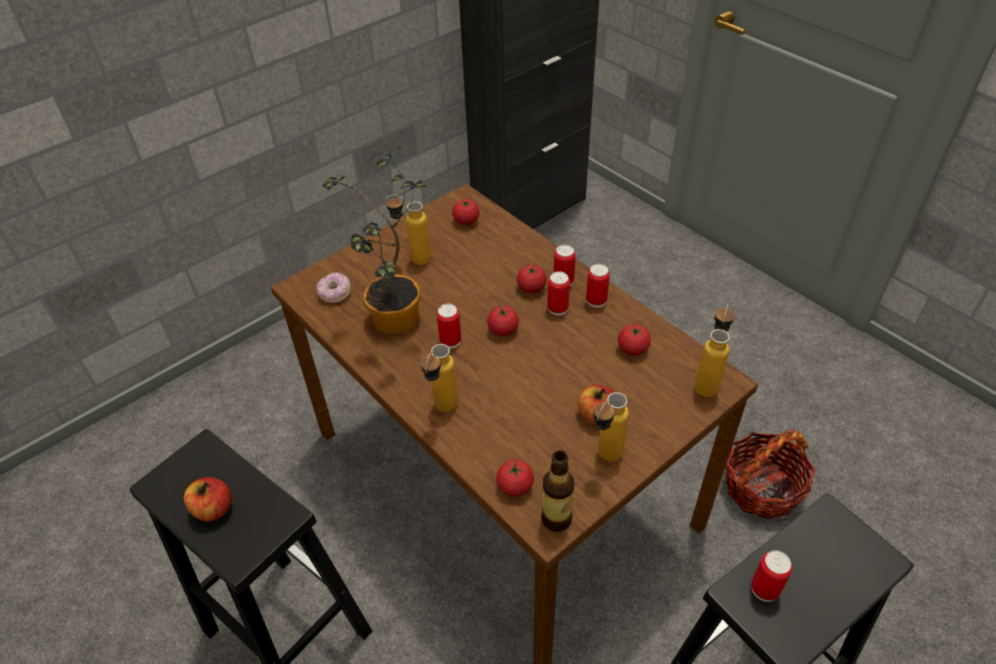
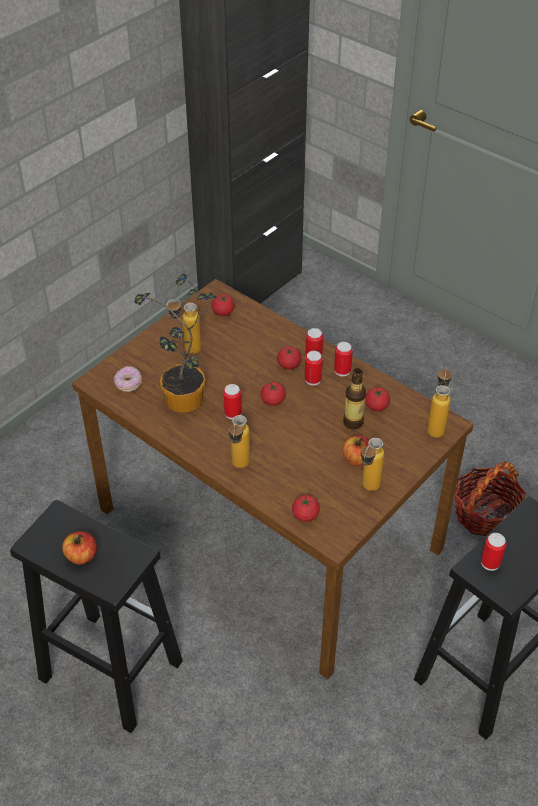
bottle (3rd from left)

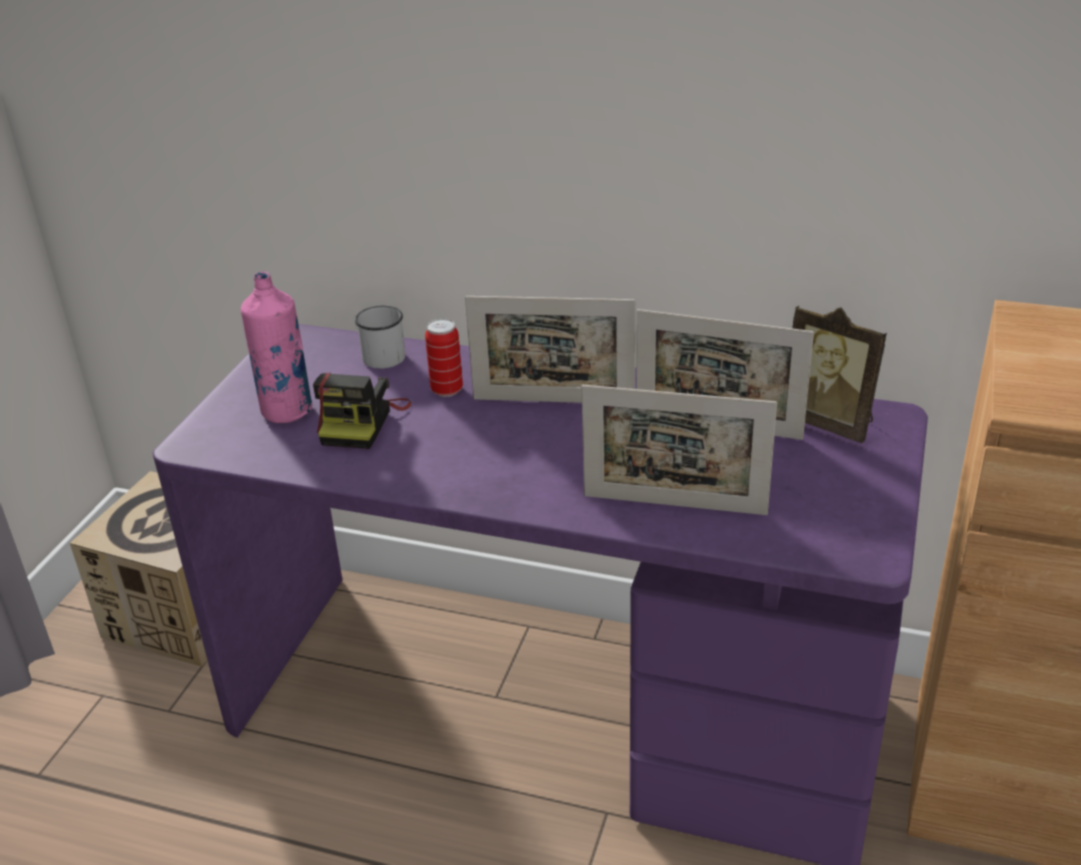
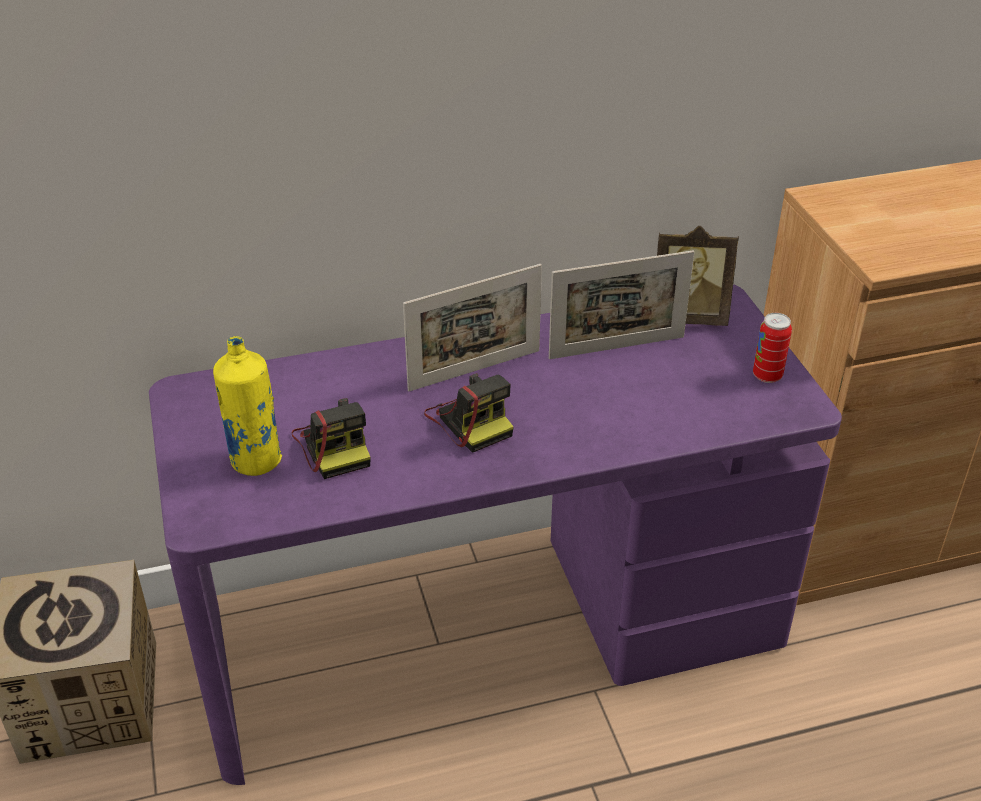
yellow bottle
photo camera (2nd from left)
can
white mug
picture frame (2nd from left in the first image)

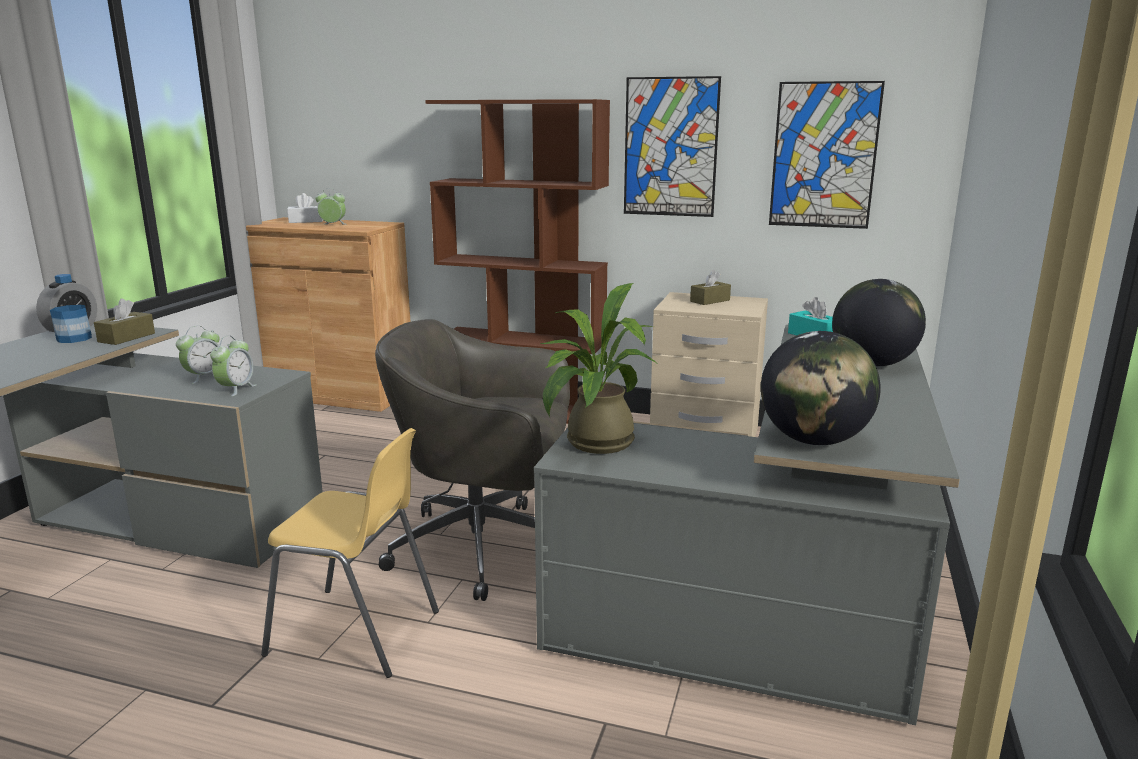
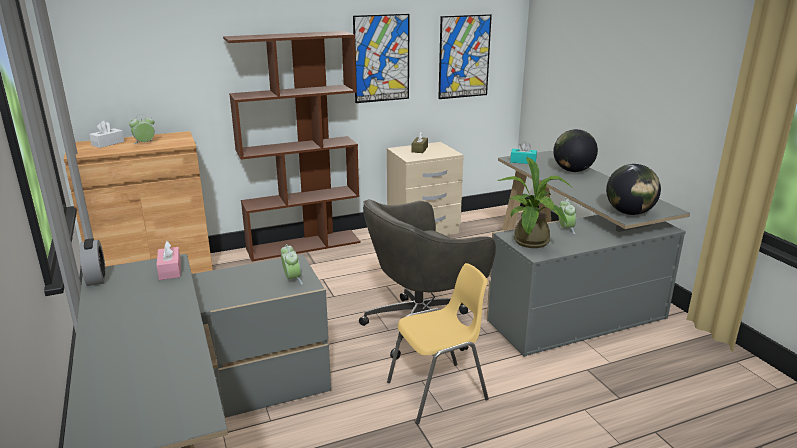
pink tissue box
alarm clock (4th from left)
bottle

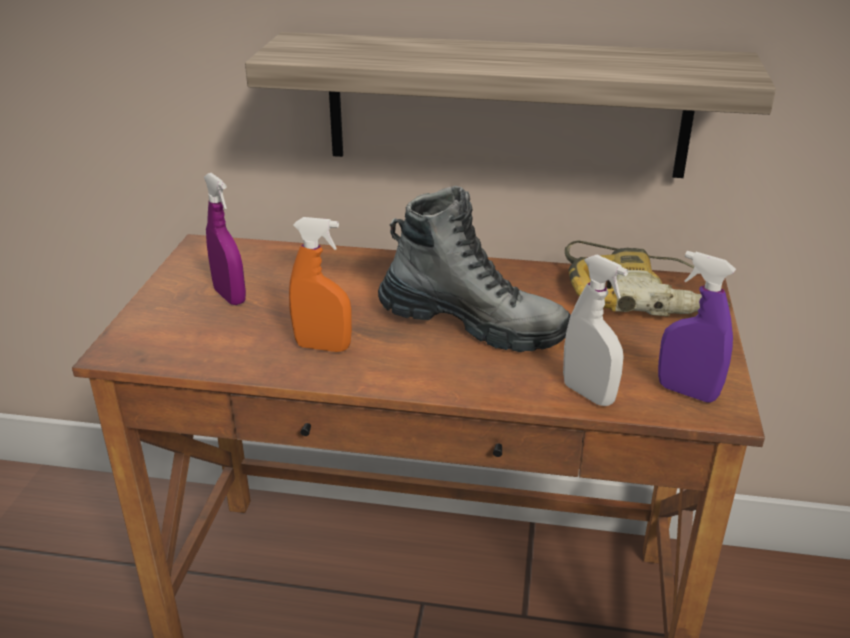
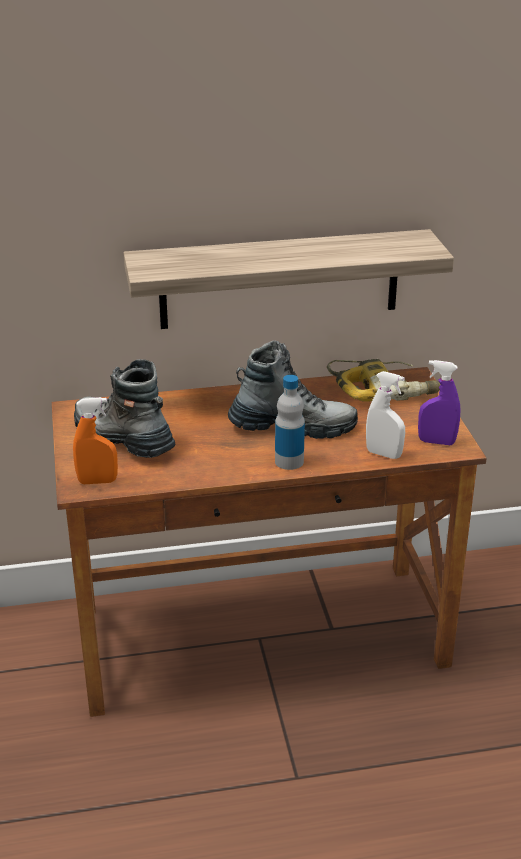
orange spray bottle
boot (1st from left)
bottle

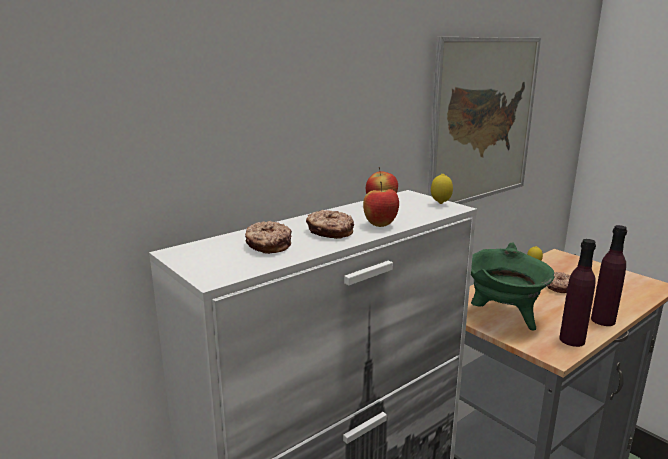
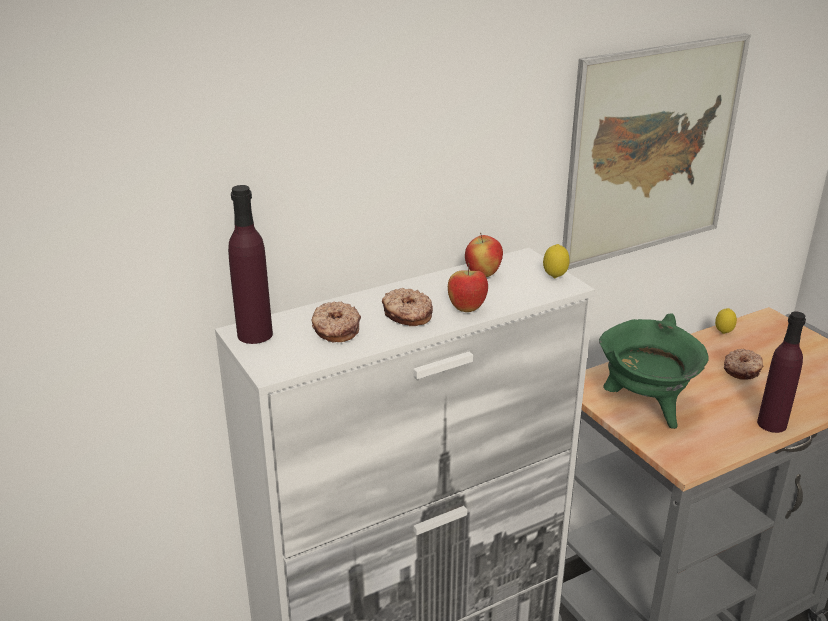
purple bottle (1st from left)

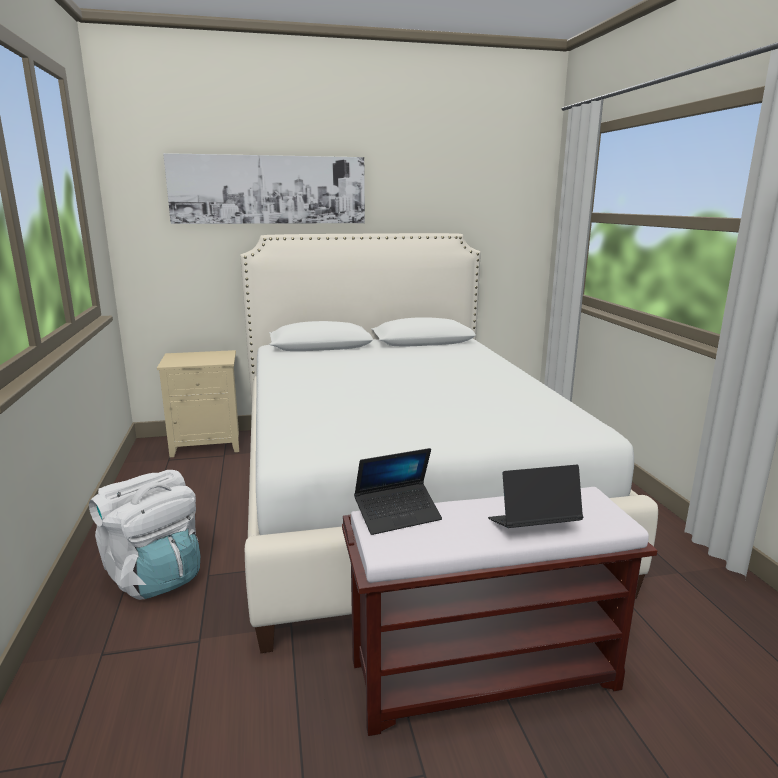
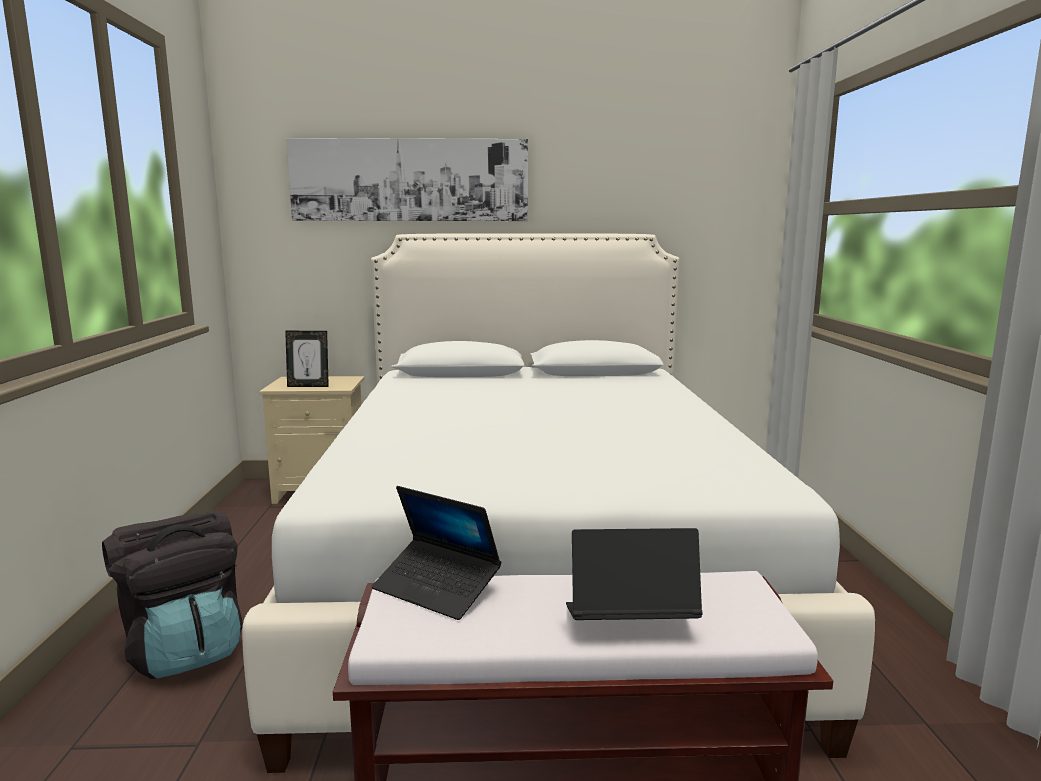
black backpack
picture frame
laptop (1st from left)

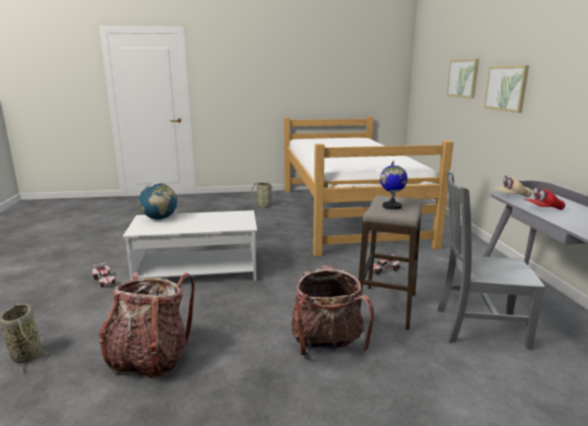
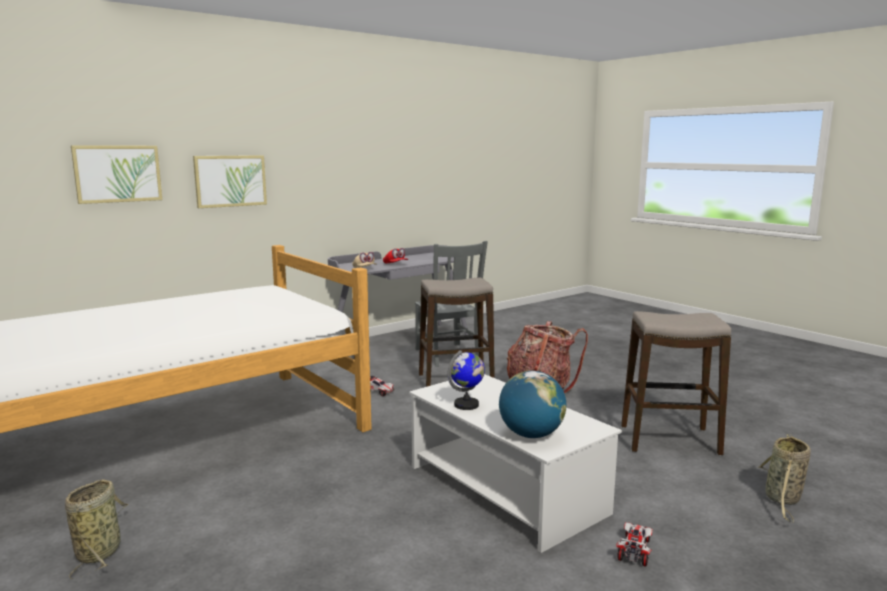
globe (1st from left)
stool (2nd from left)

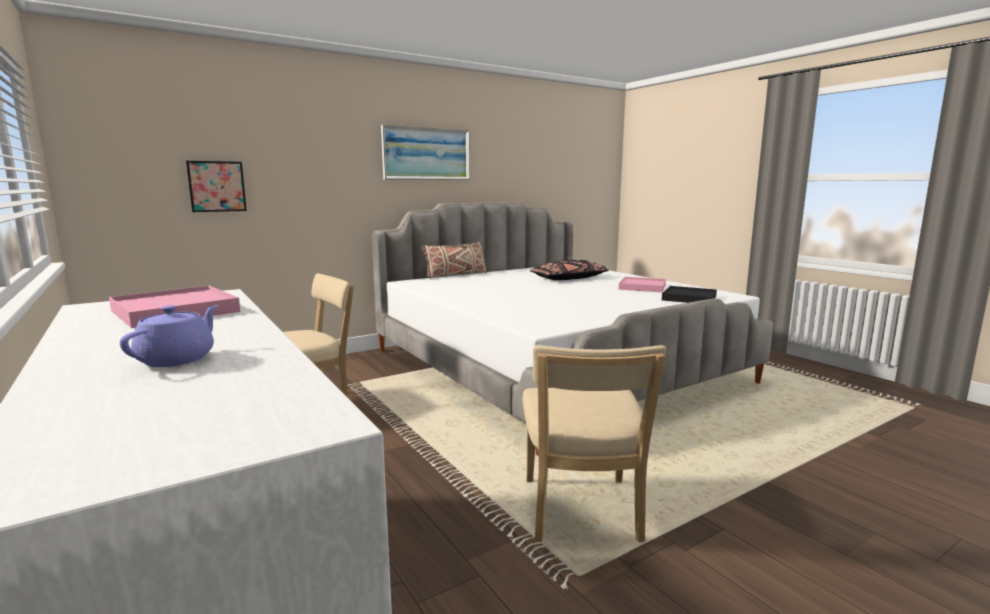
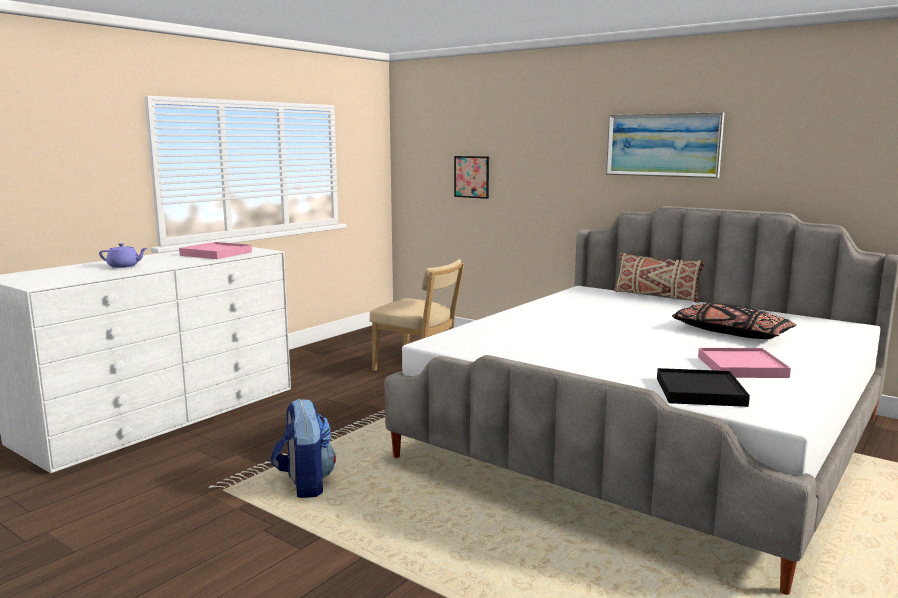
backpack

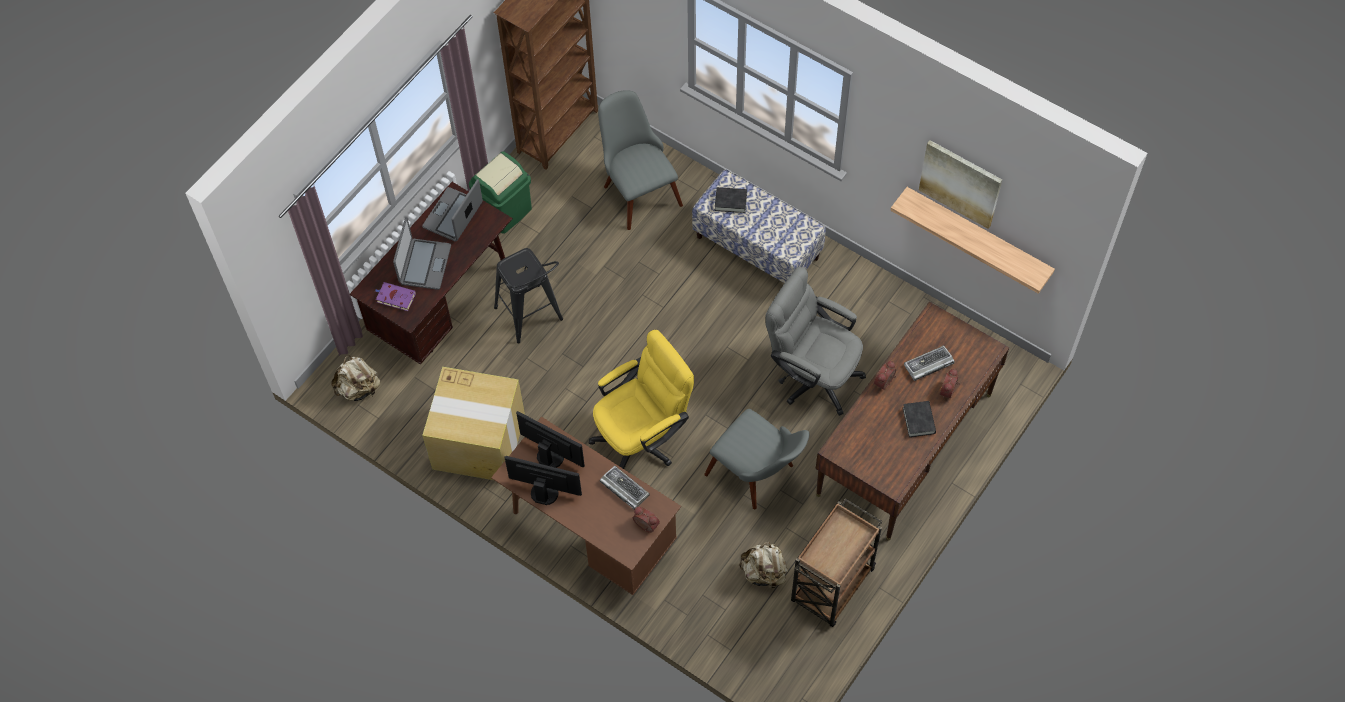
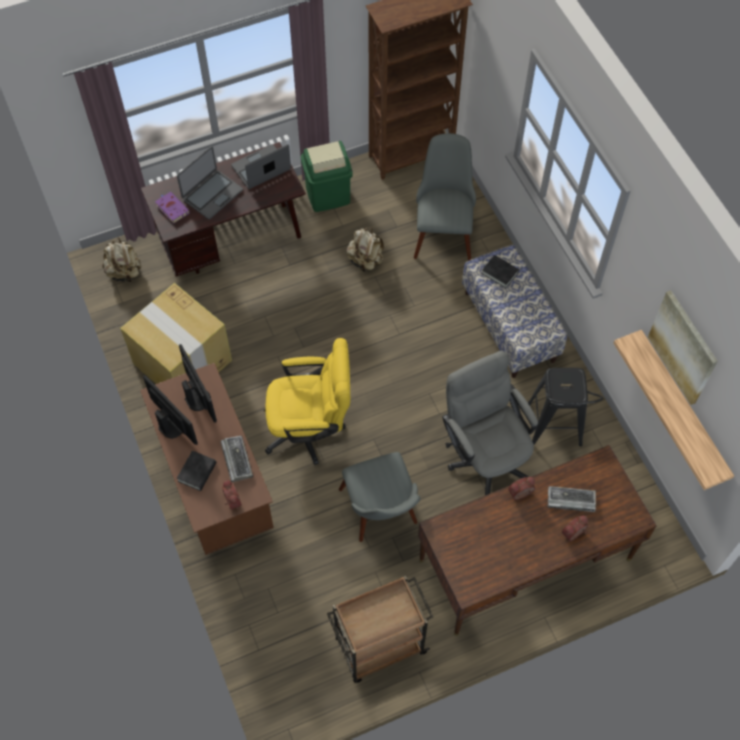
black book (1st from left)
beige backpack (2nd from left)
black stool

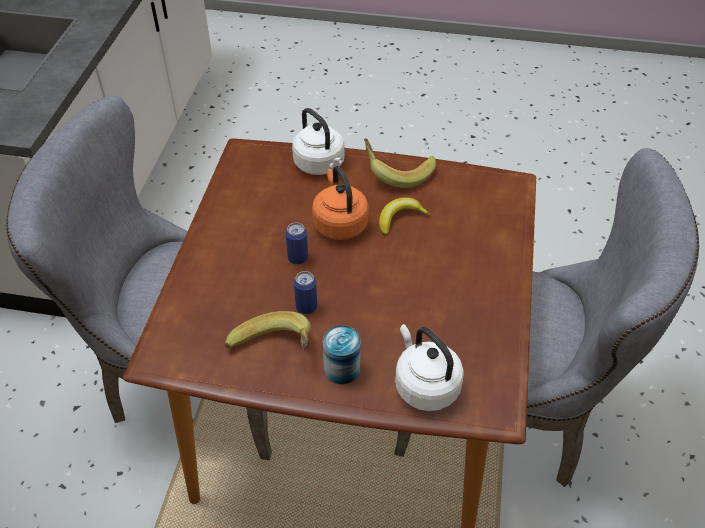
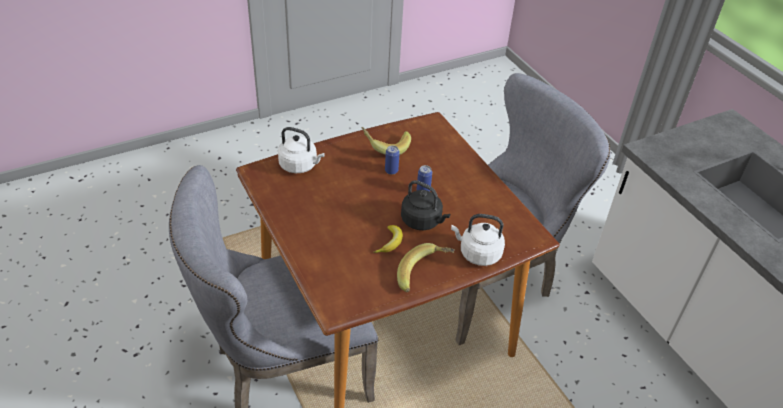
black kettle
can (3rd from left in the first image)

